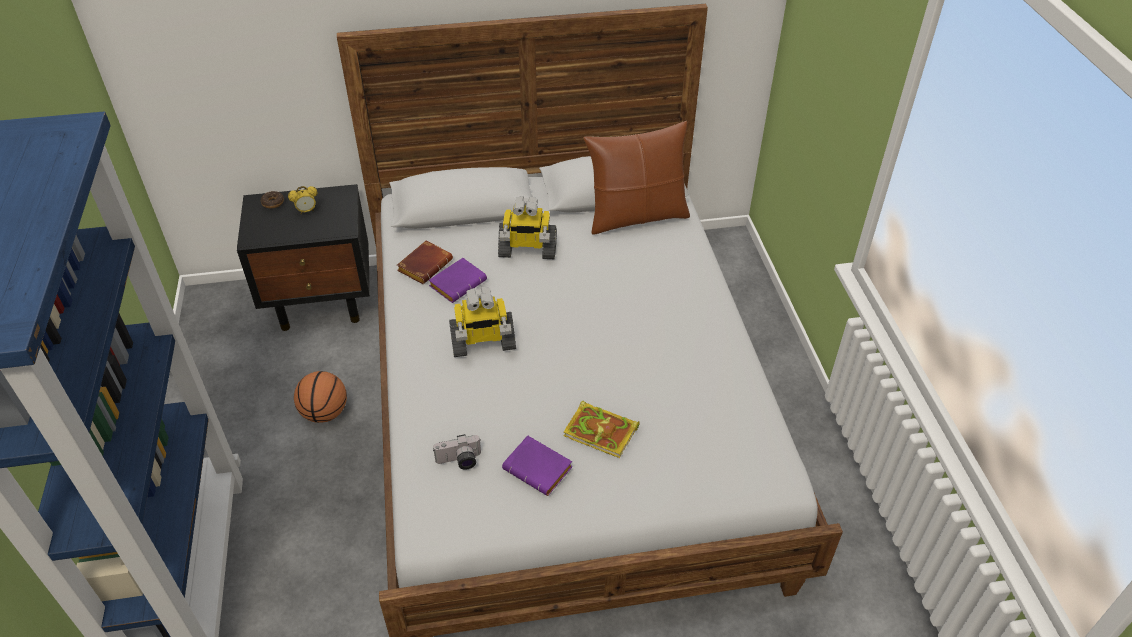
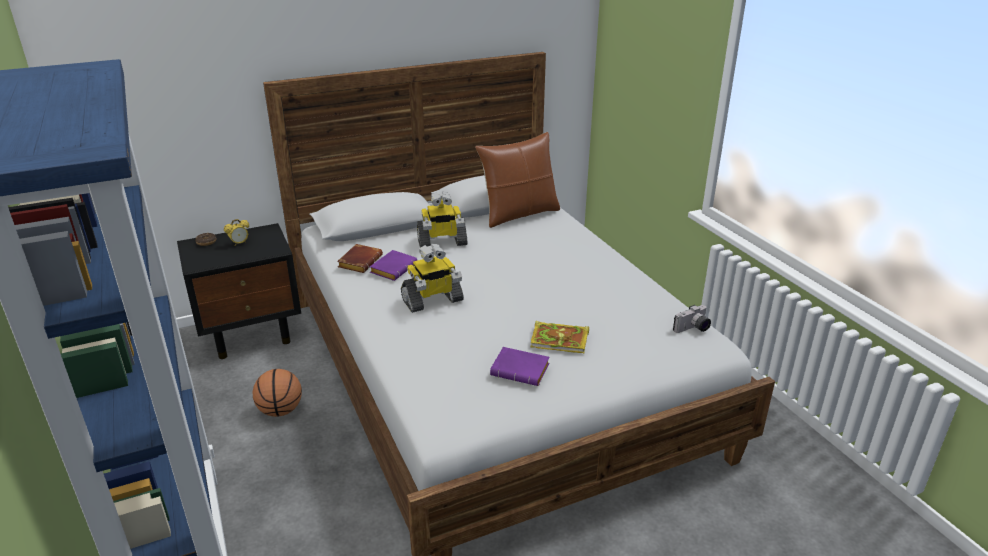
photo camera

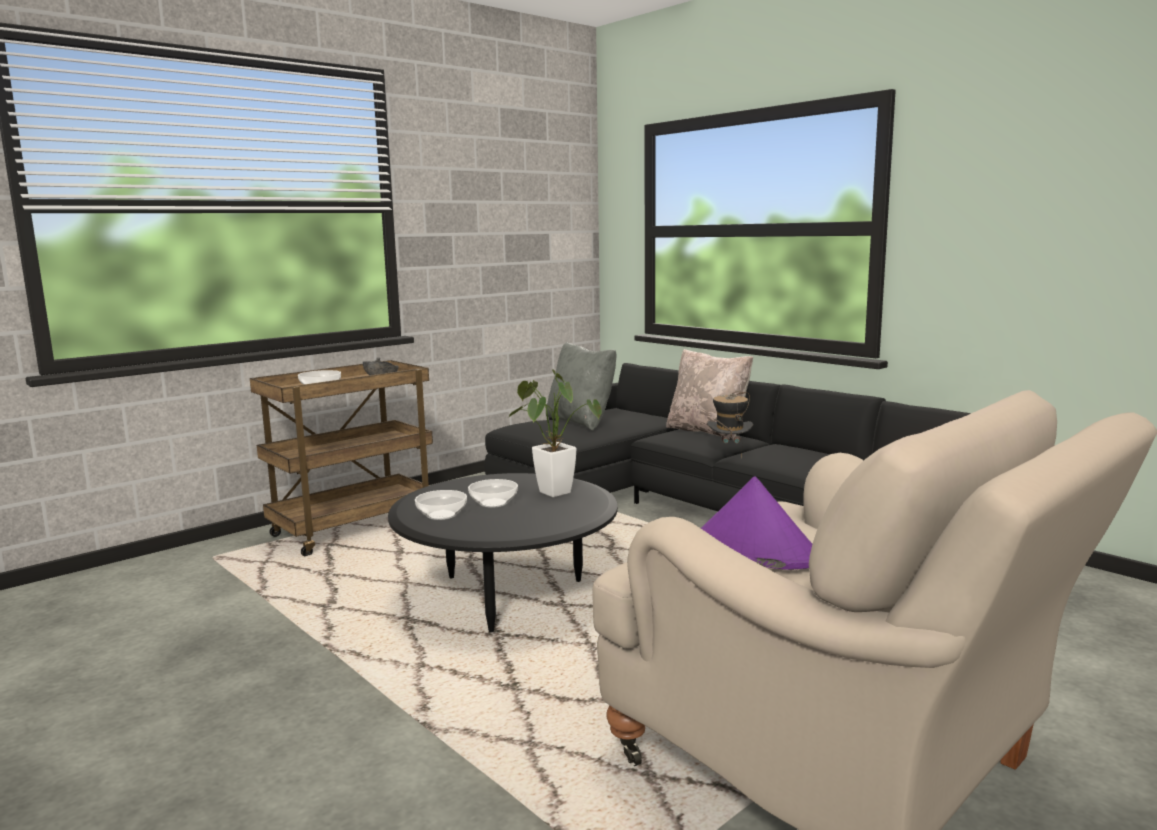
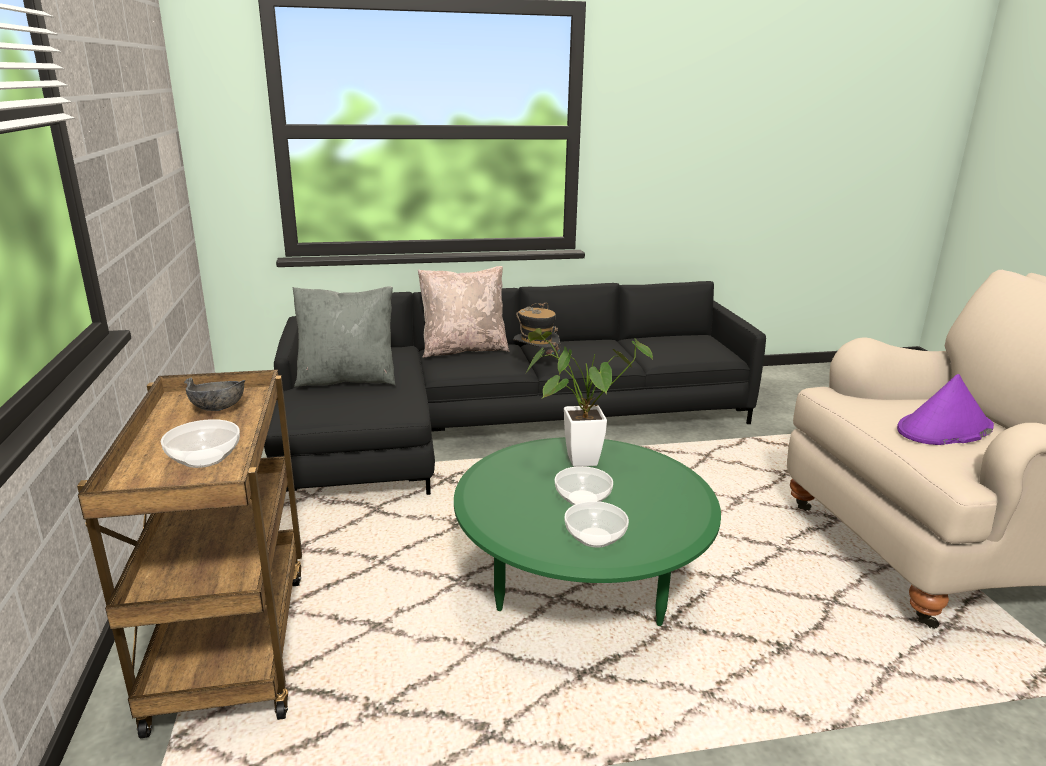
green coffee table

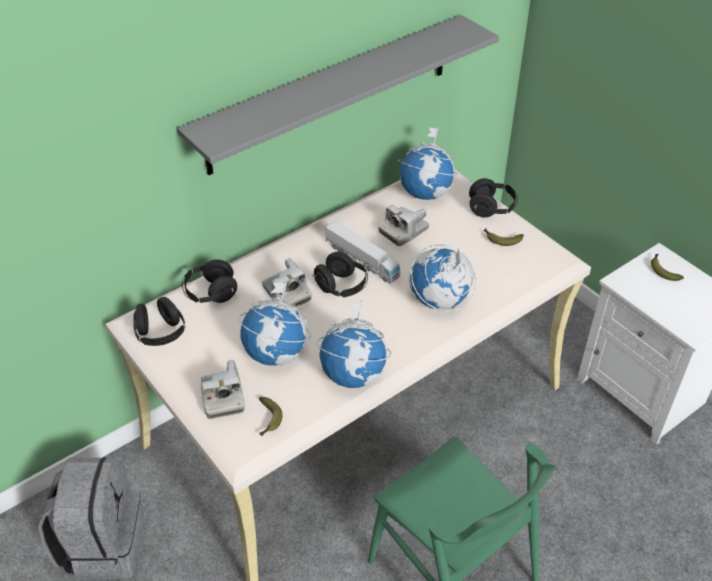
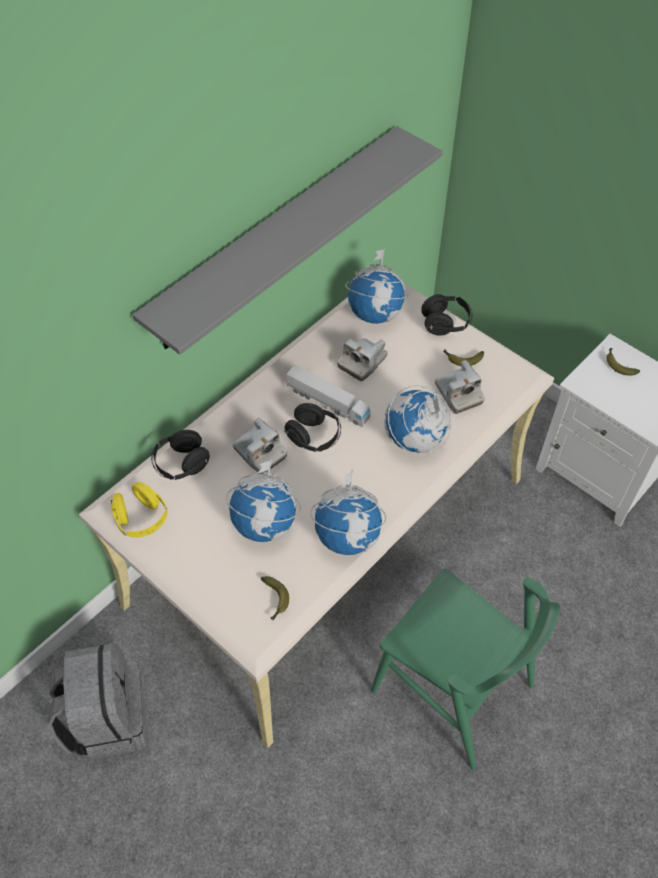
yellow headphones
photo camera (3rd from left)

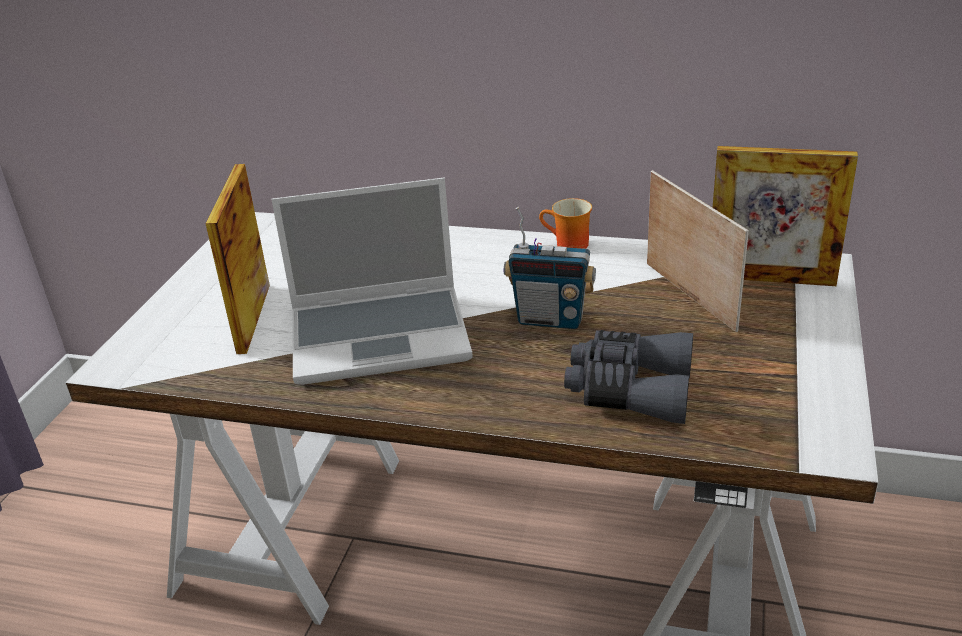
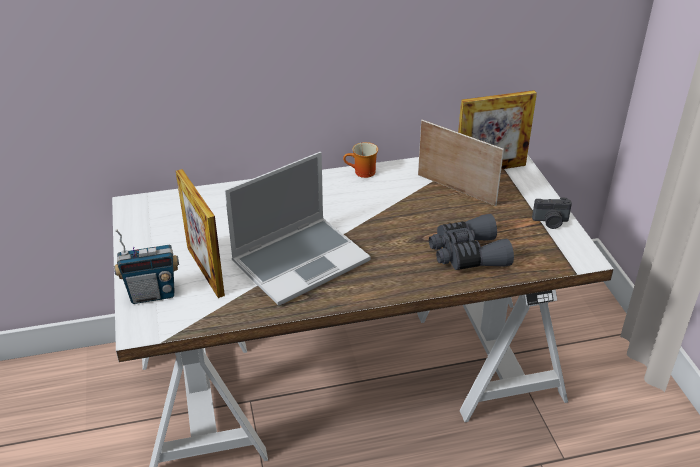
radio
photo camera

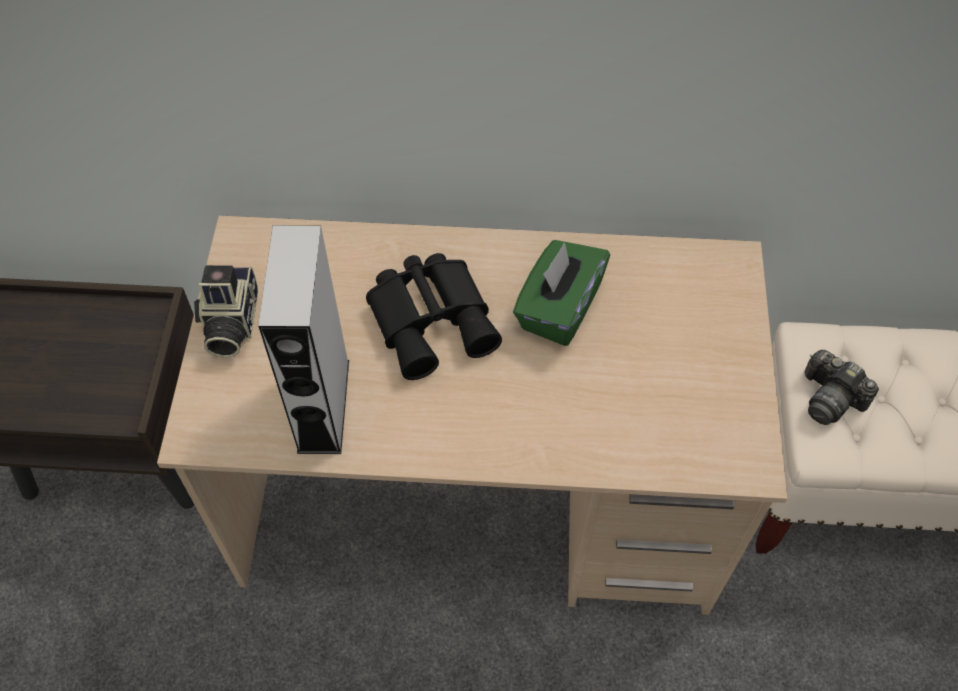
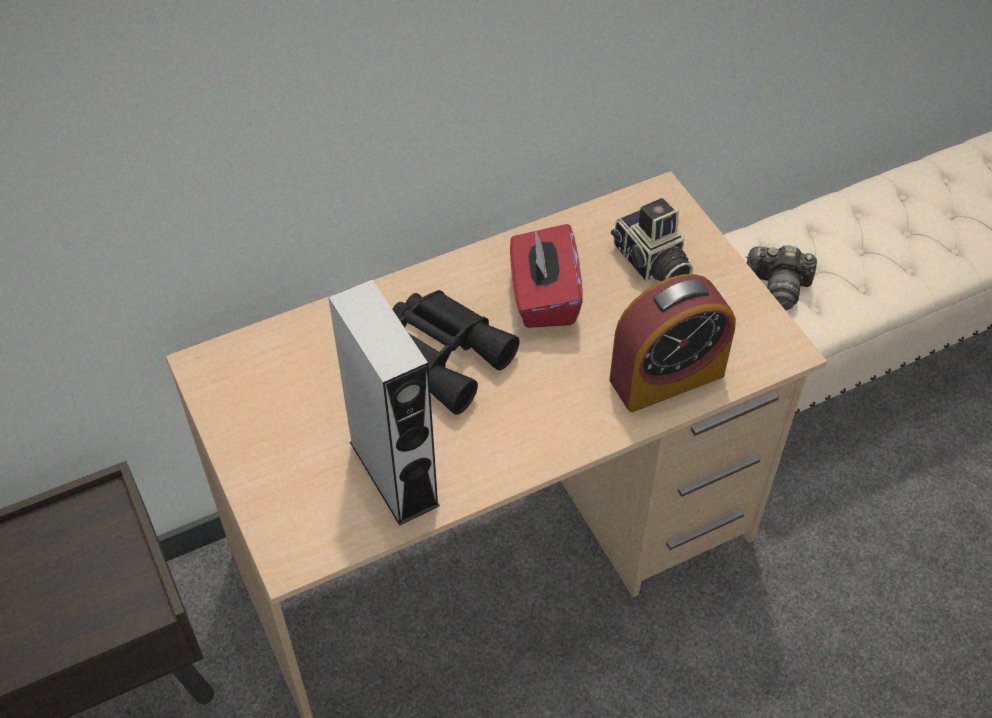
red tissue box
alarm clock
photo camera (1st from left)

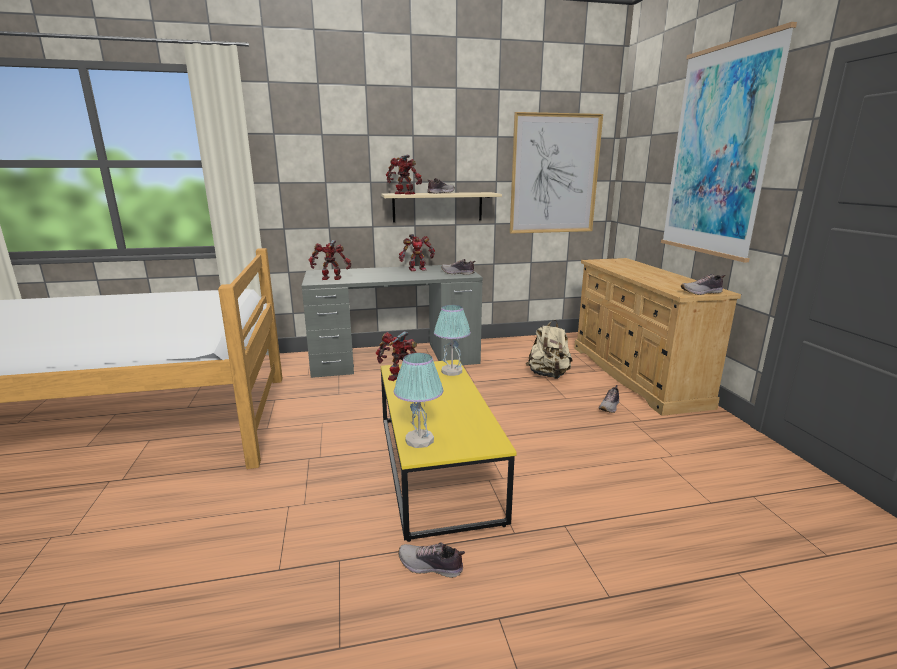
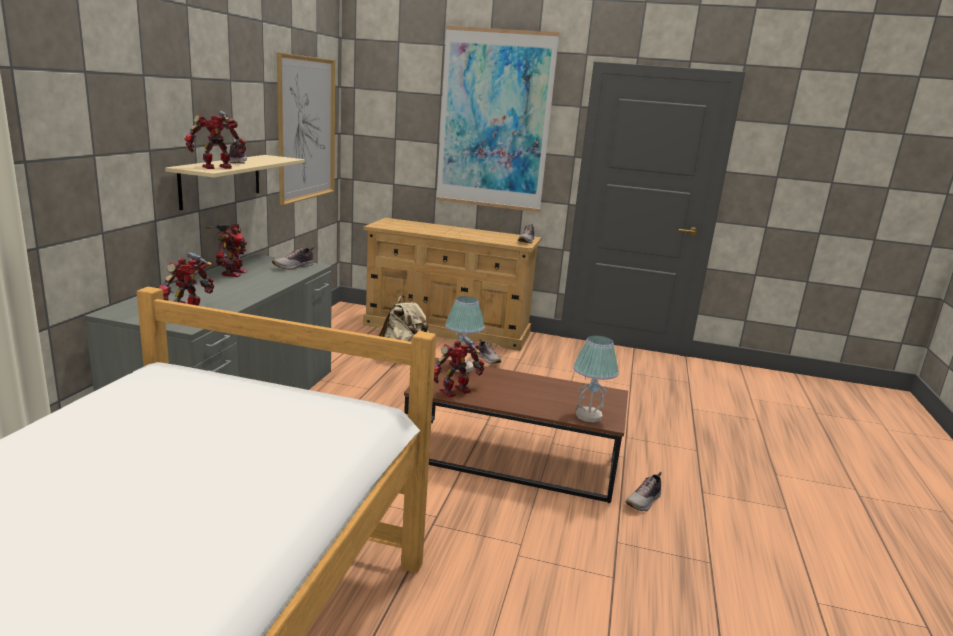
brown coffee table

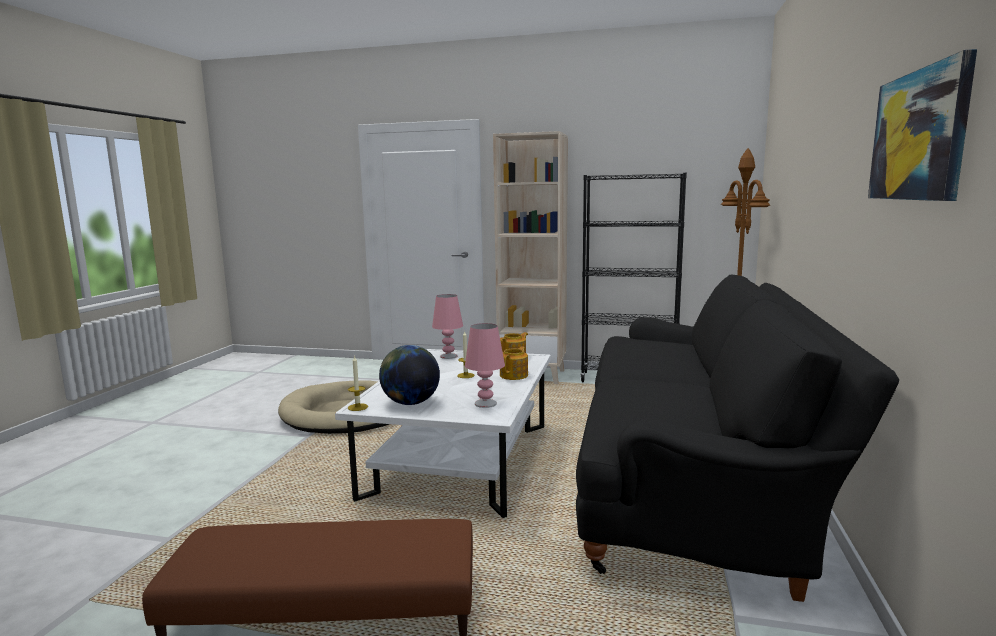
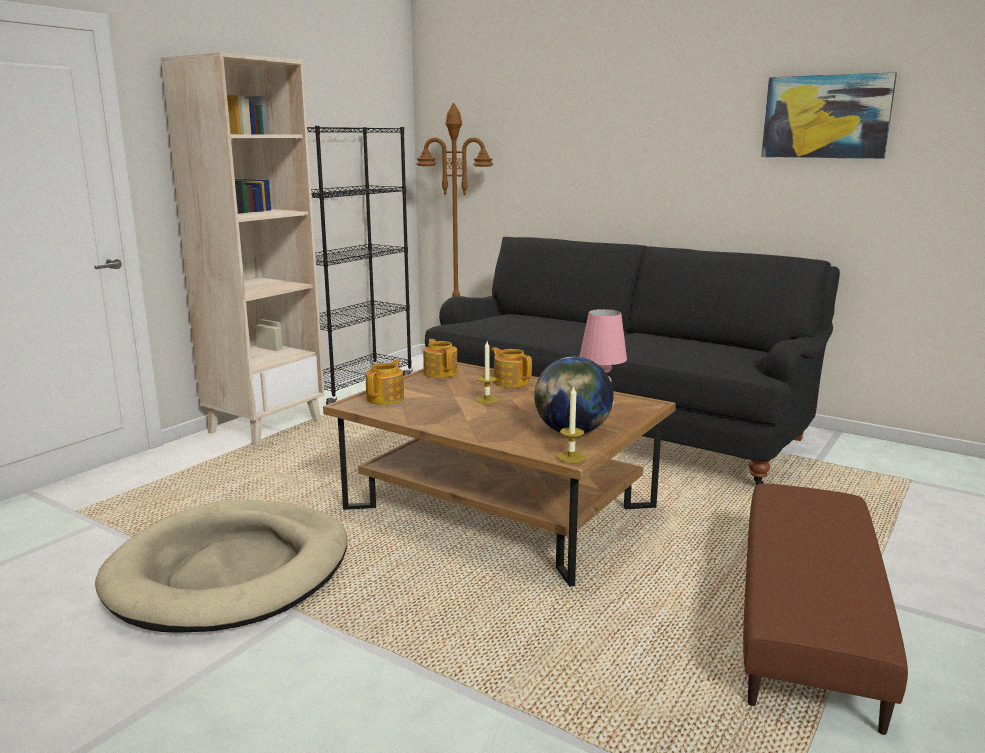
brown coffee table
teapot (1st from left)

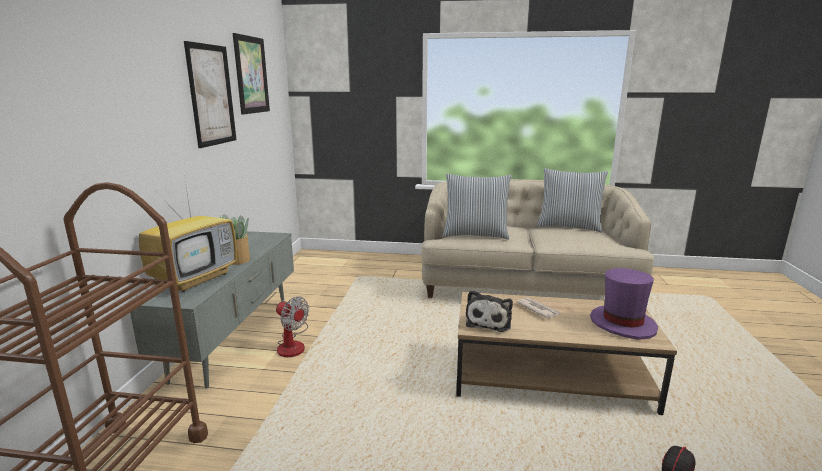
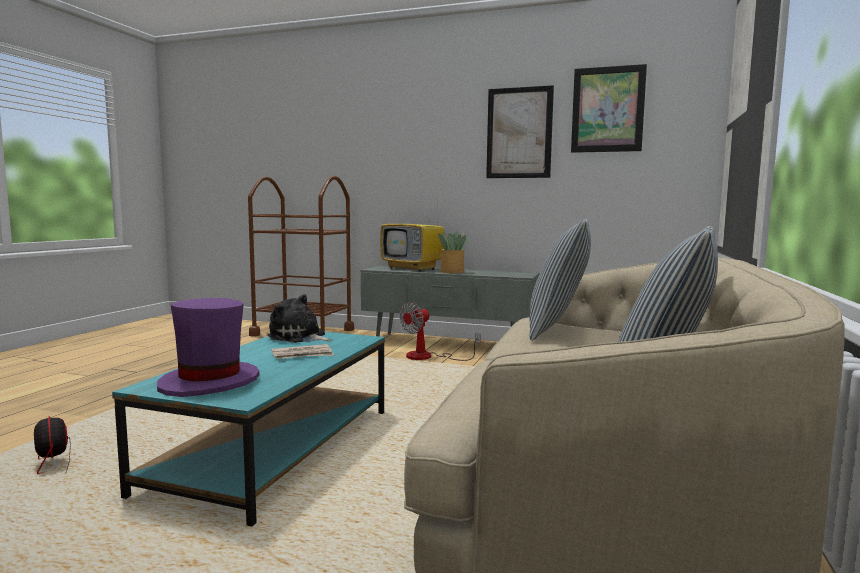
turquoise coffee table

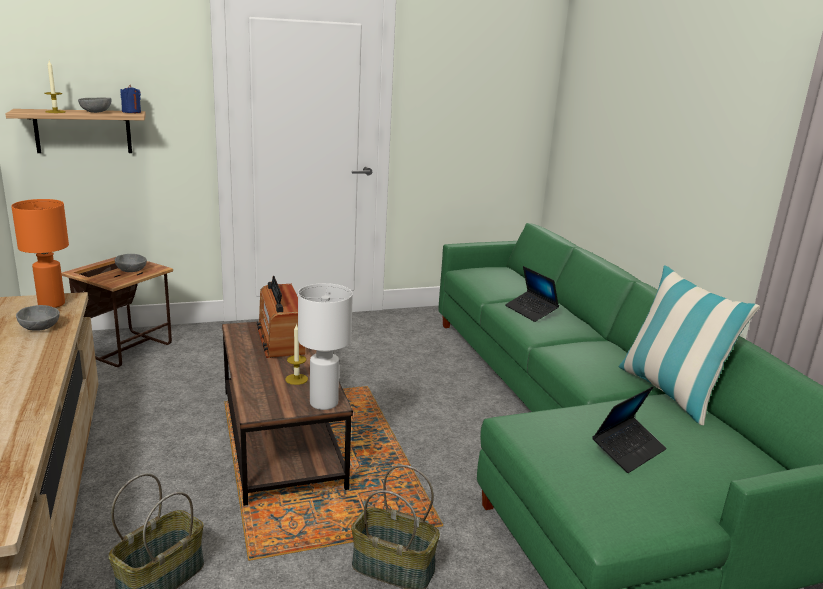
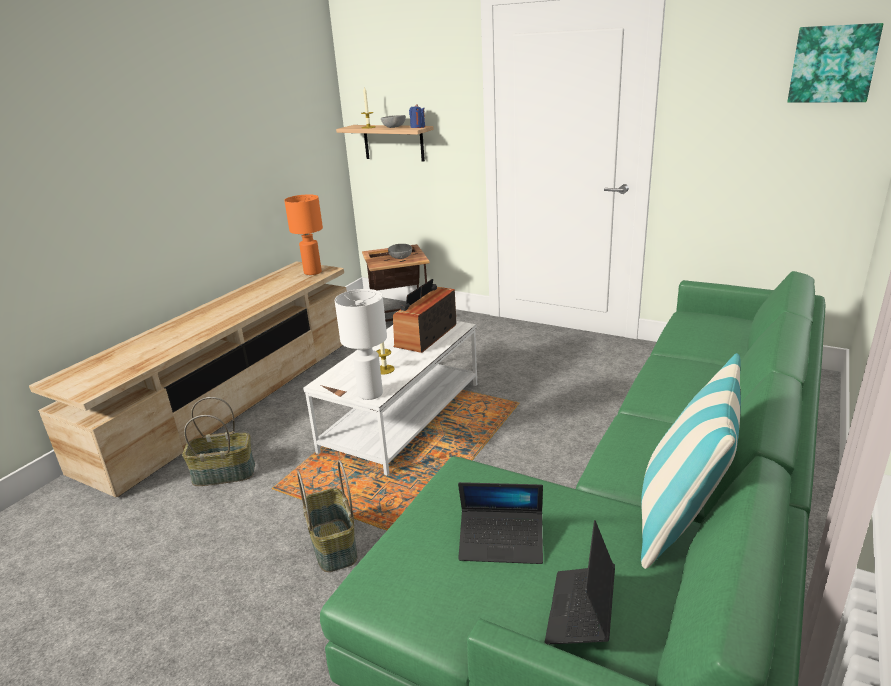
white coffee table
laptop (2nd from left)
picture
grey bowl (1st from left in the first image)

